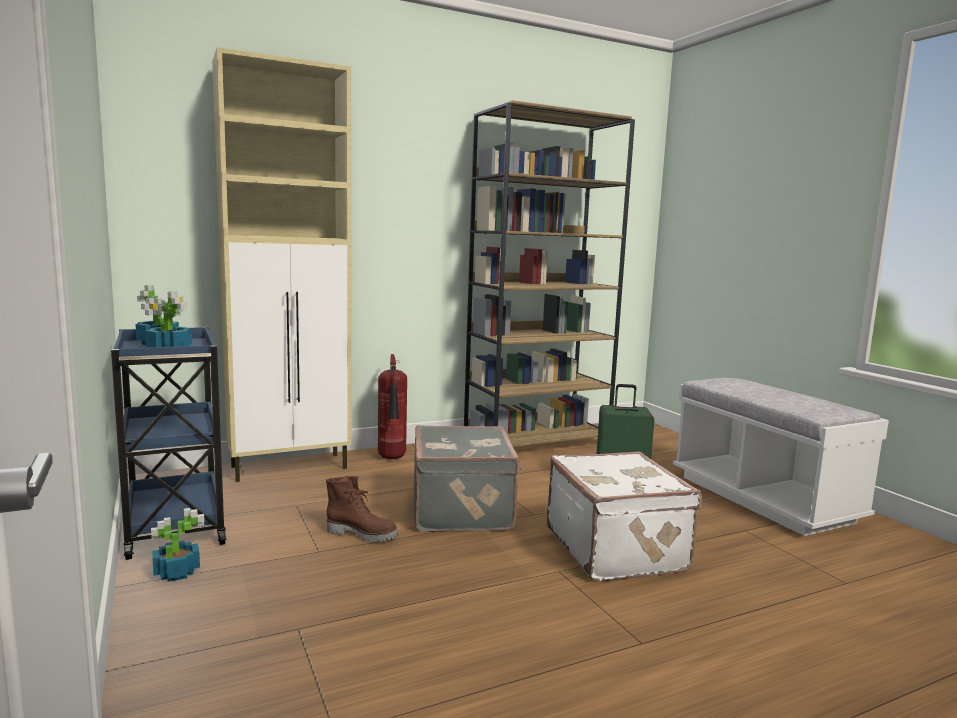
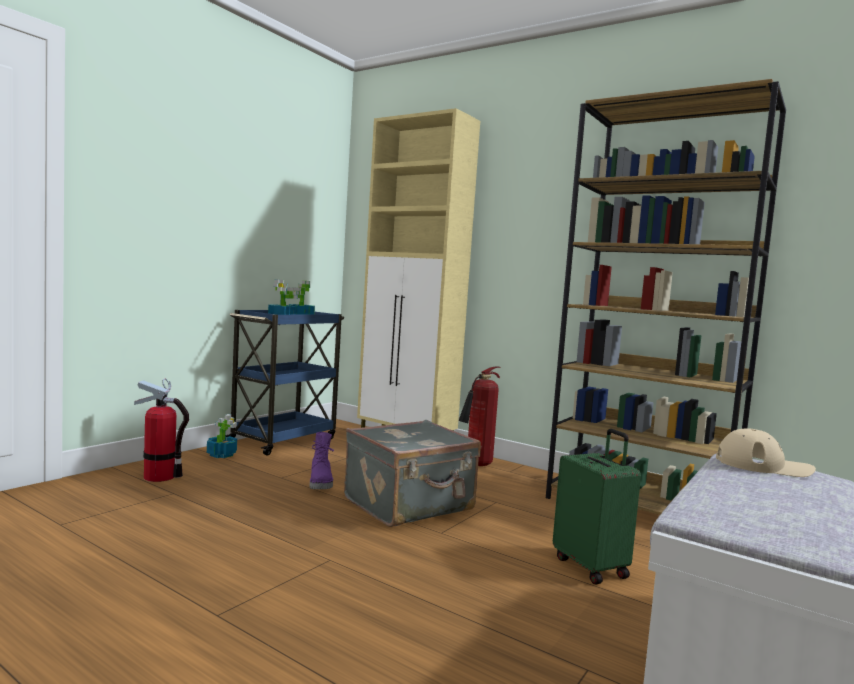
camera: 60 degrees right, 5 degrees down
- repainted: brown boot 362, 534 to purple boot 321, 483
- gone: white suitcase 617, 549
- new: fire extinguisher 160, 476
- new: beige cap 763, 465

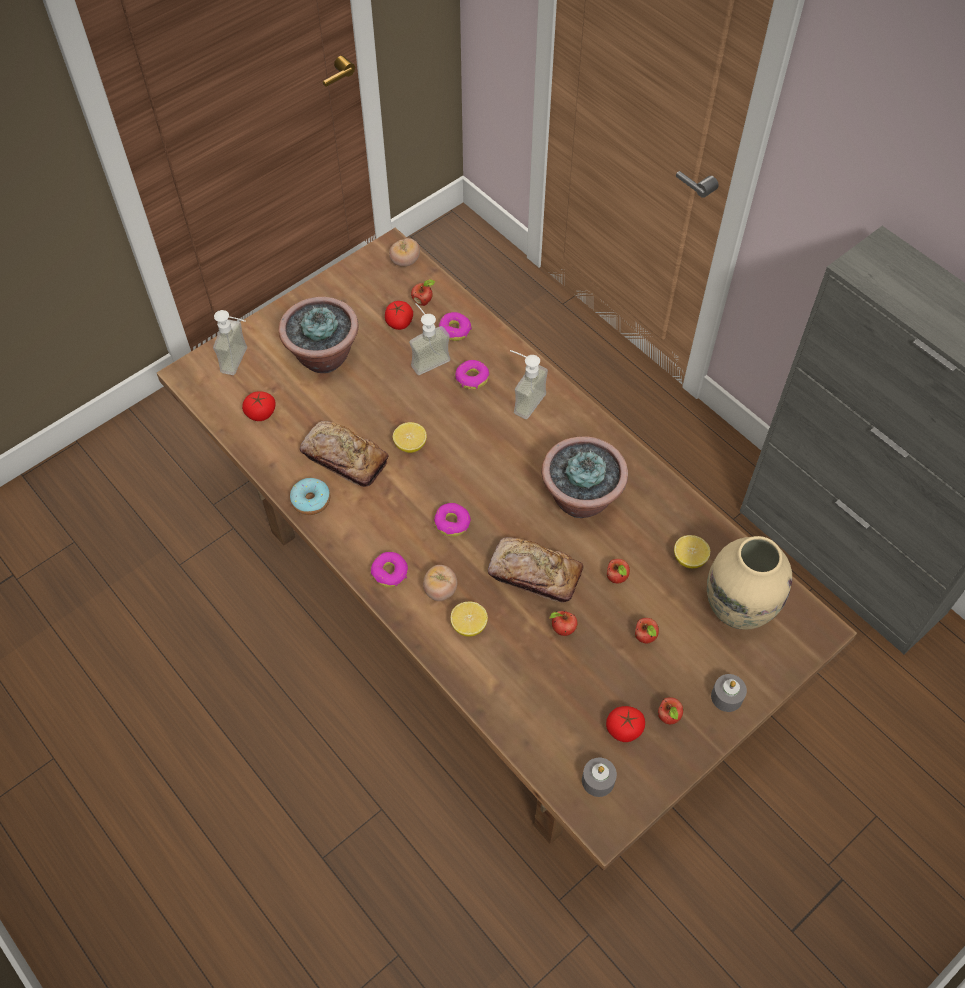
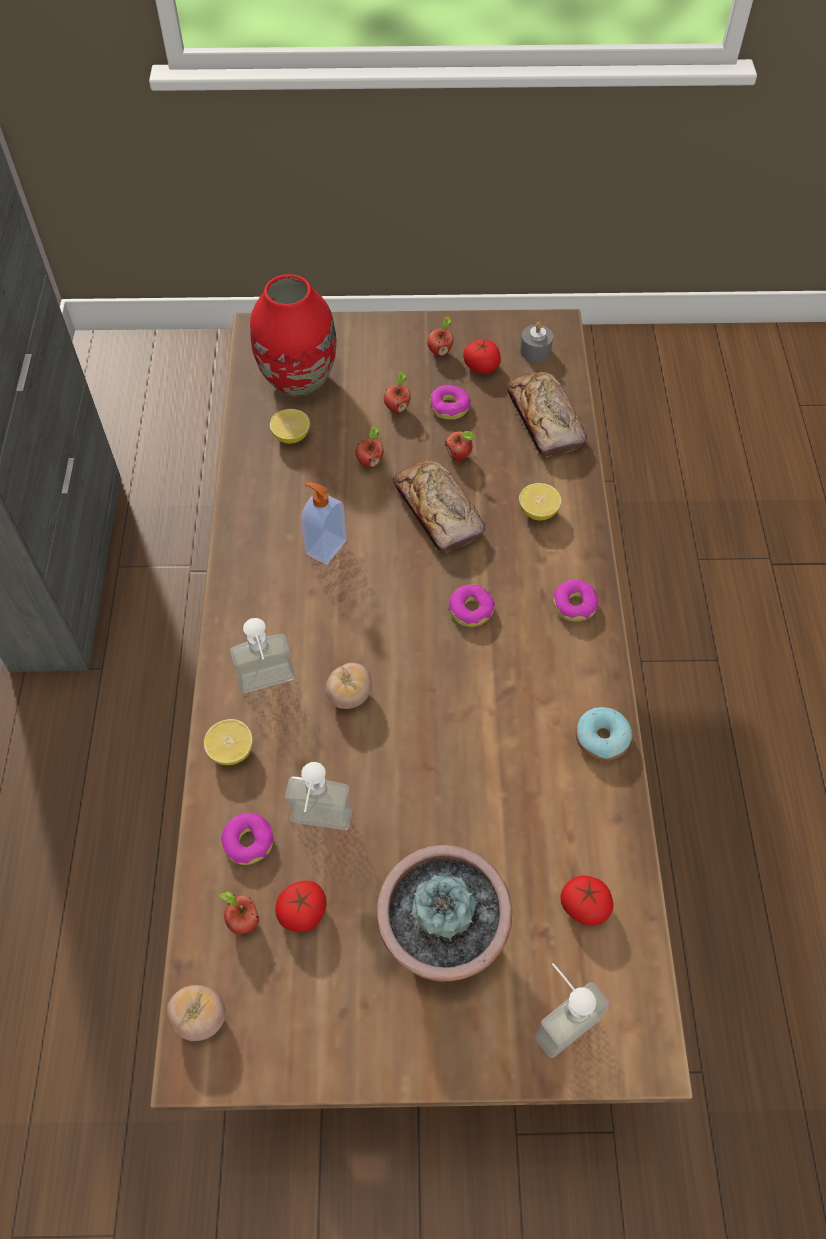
camera: 140 degrees left, 0 degrees up
- shifted: bread 344, 459 to 544, 421
- shifted: lemon 410, 445 to 231, 750
- shifted: tomato 440, 590 to 349, 695
- shifted: donut 472, 378 to 449, 407
- swapped: potted plant 580, 498 to soap dispenser 325, 547
- repainted: beige vase 737, 607 to red vase 298, 381
- gone: grey candle 726, 697

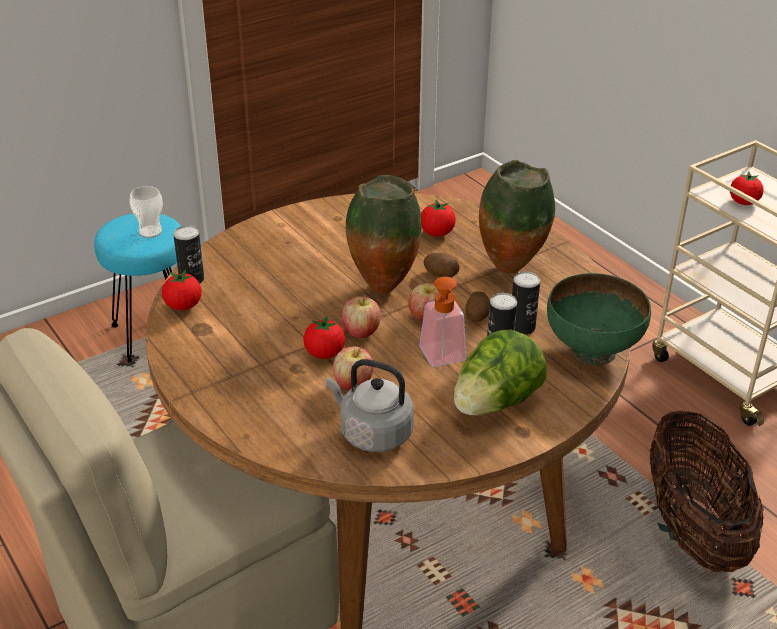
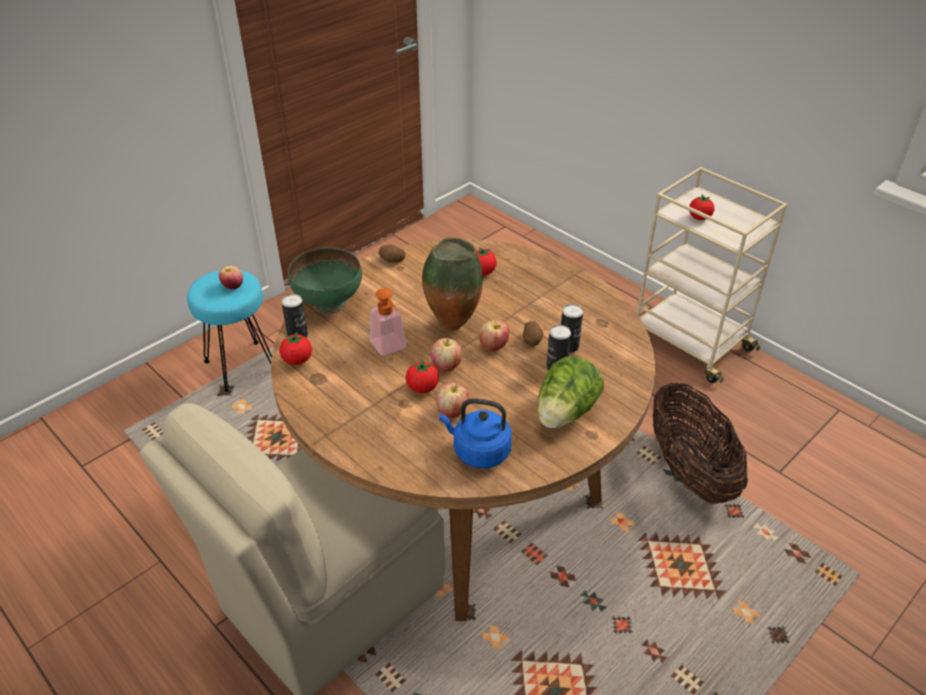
camera: 10 degrees left, 5 degrees up
- swapped: cup 150, 232 to apple 233, 286
- repainted: grey kettle 372, 433 to blue kettle 478, 451
- shifted: soap dispenser 445, 359 to 391, 348
- shifted: potato 440, 274 to 392, 260
- gone: vase 511, 268
- shifted: green bowl 592, 351 to 328, 303

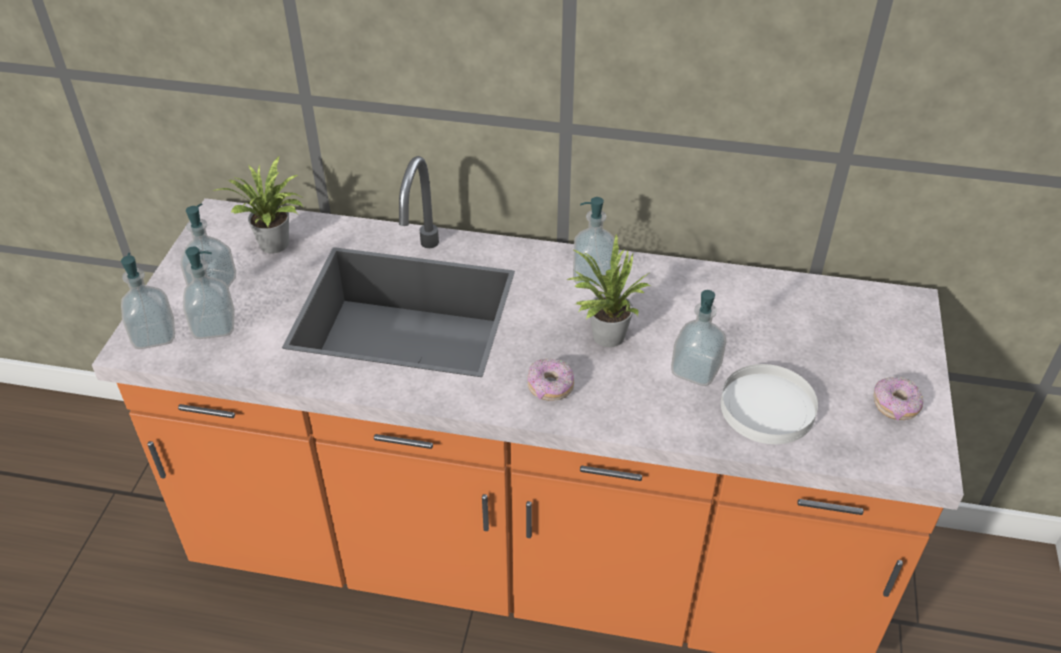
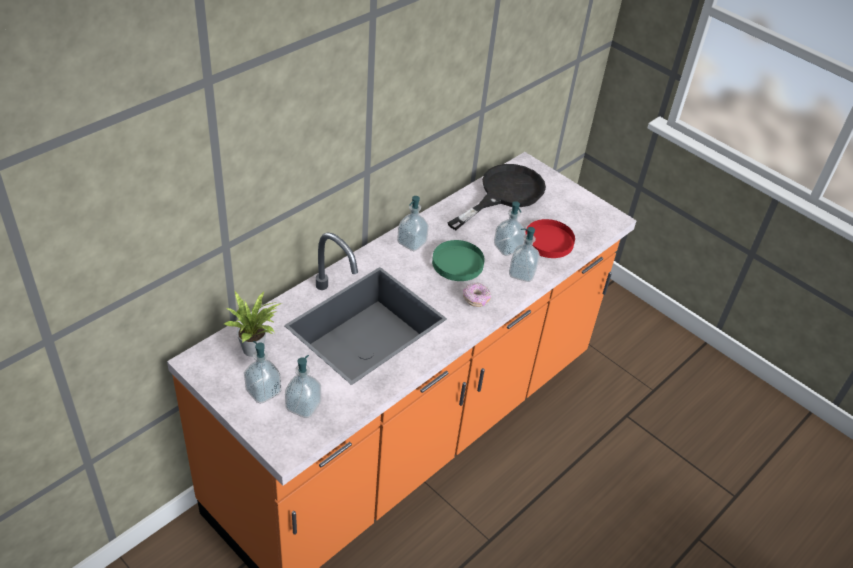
camera: 60 degrees left, 0 degrees up
- shifted: soap dispenser 154, 335 to 522, 273
- swapped: potted plant 604, 336 to green plate 458, 263
- repainted: white plate 768, 407 to red plate 549, 241
- gone: donut 895, 406
- new: black frying pan 504, 194

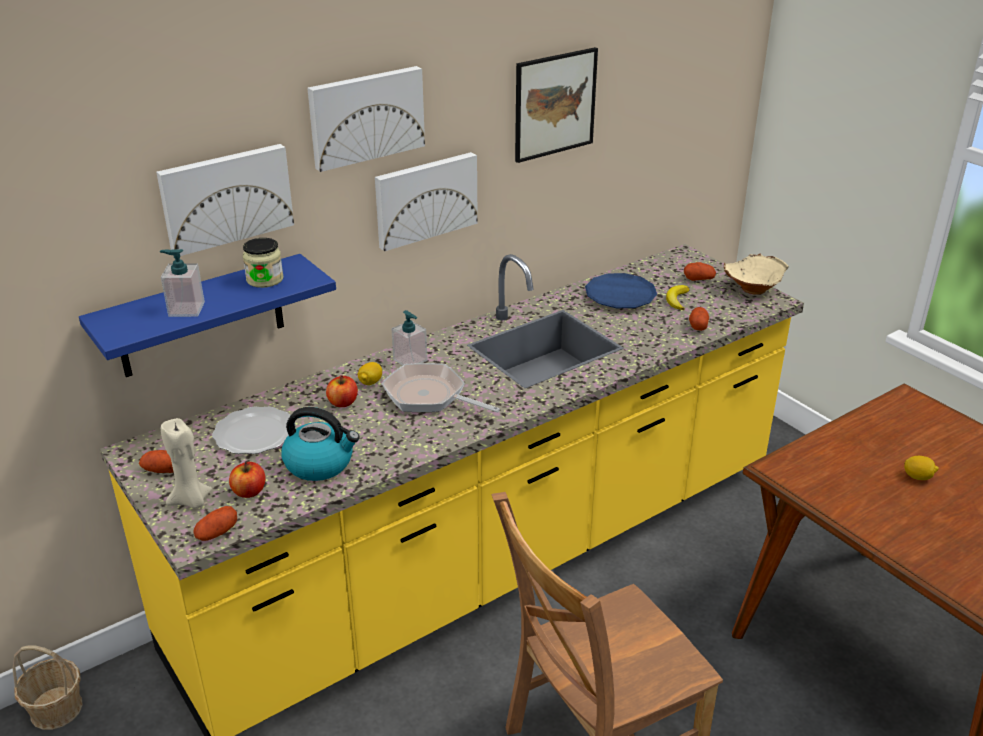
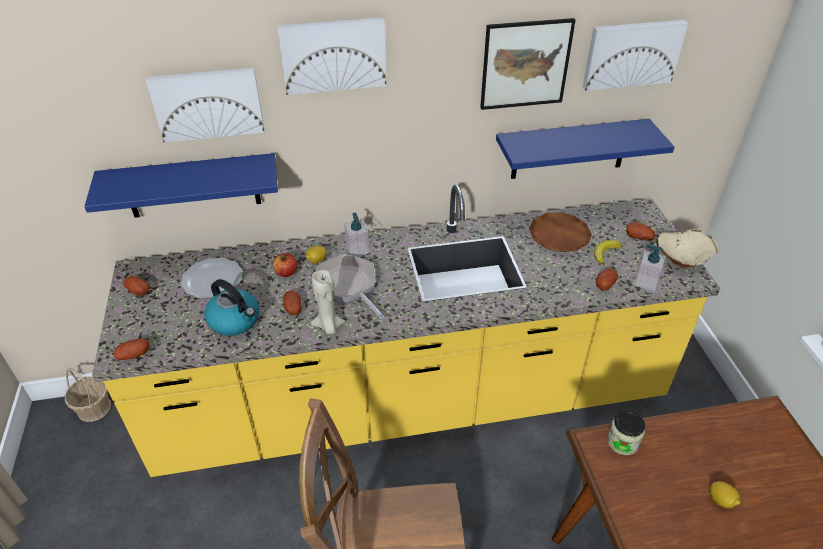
camera: 25 degrees right, 10 degrees up
- shifted: soap dispenser 186, 309 to 646, 282
- shifted: beige candle 191, 501 to 328, 326
- gone: apple 249, 491
- shifted: jar 265, 279 to 622, 442
- shifted: picture 425, 199 to 631, 53
- repainted: blue plate 620, 296 to brown plate 559, 236
- new: potato 293, 308
- new: blue shelf 569, 149

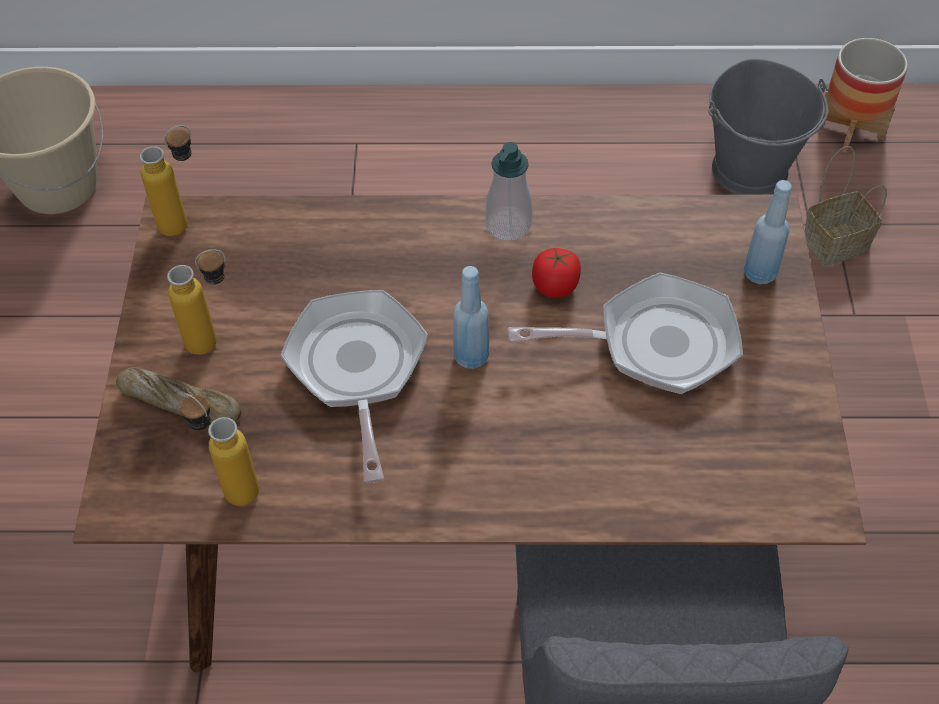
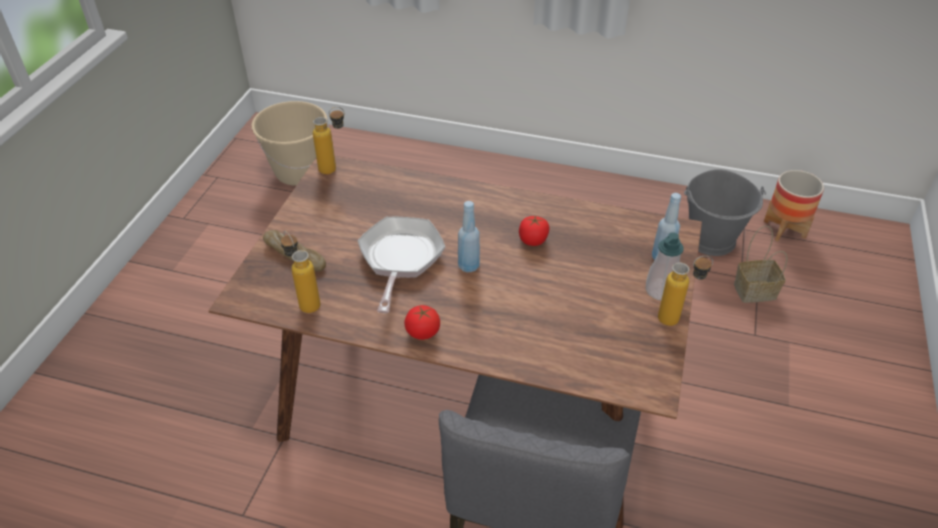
camera: 15 degrees right, 10 degrees down
- shifted: bottle 214, 340 to 677, 318
- shifted: soap dispenser 508, 225 to 660, 290
- gone: frying pan 654, 343
- new: tomato 422, 332

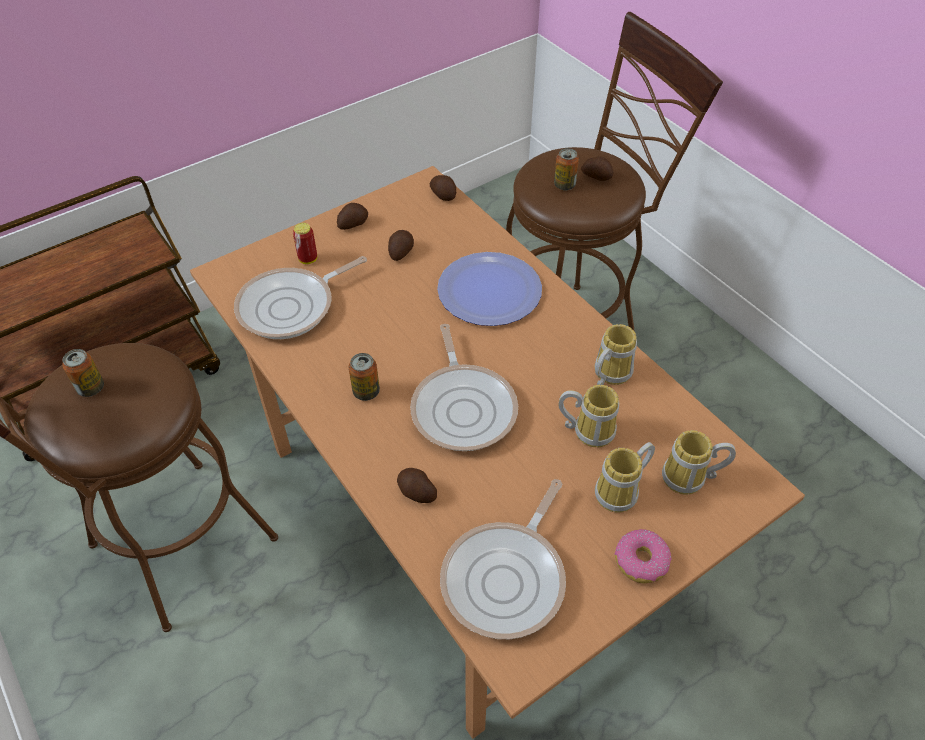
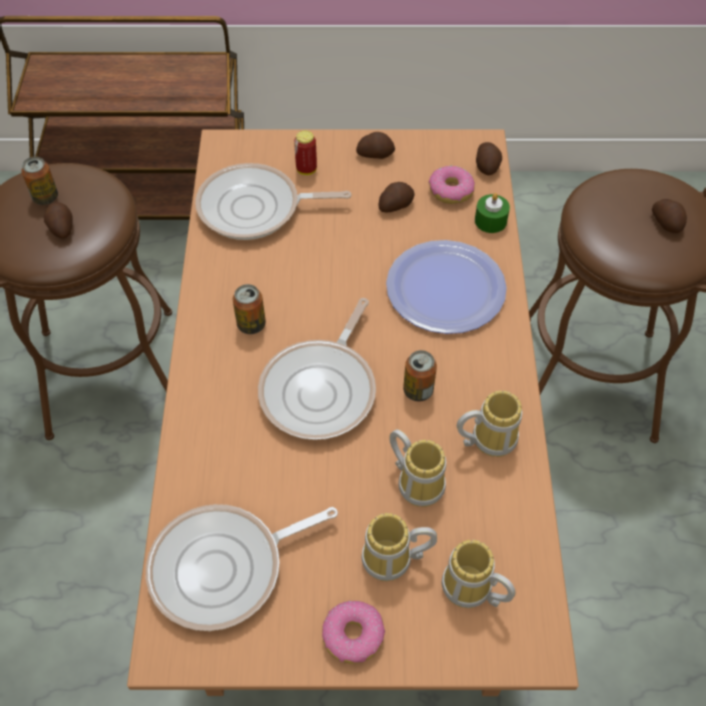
camera: 35 degrees right, 5 degrees up
- shifted: potato 416, 492 to 61, 227
- shifted: can 564, 185 to 418, 390
- new: donut 450, 191
- new: green candle 490, 221

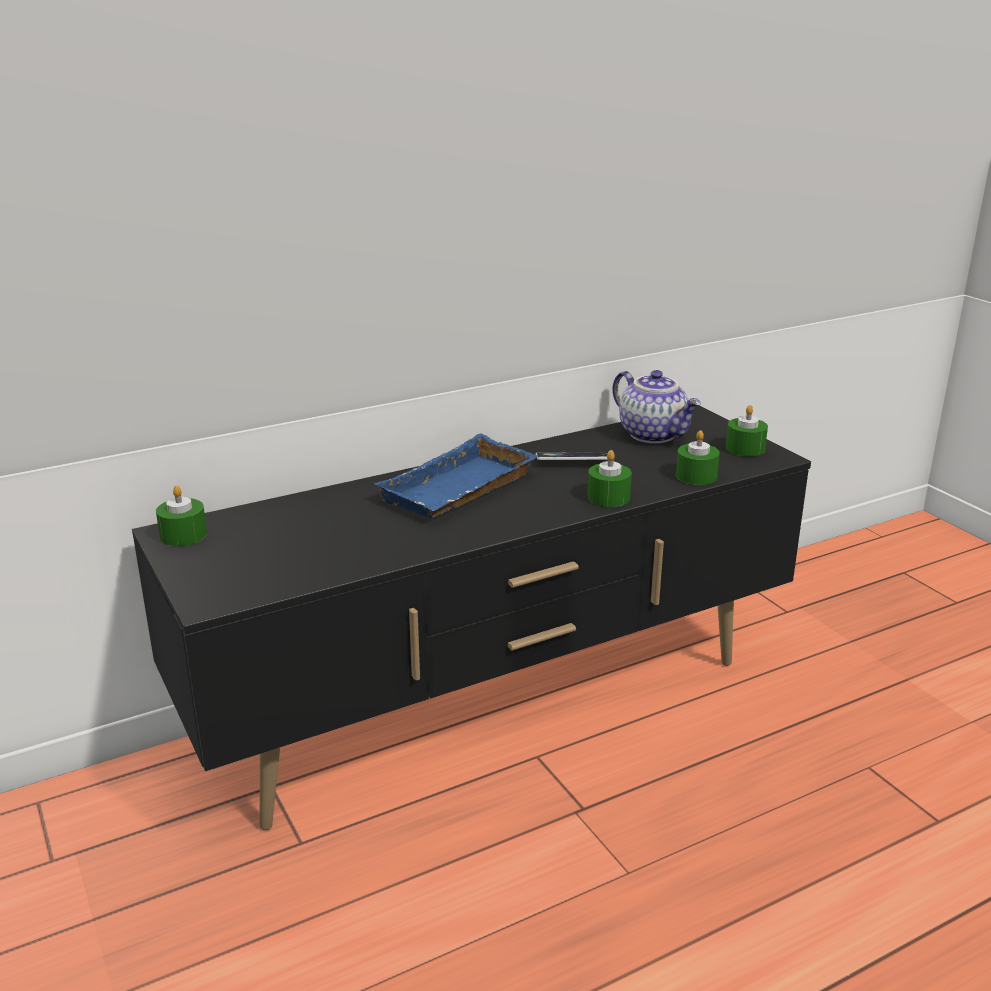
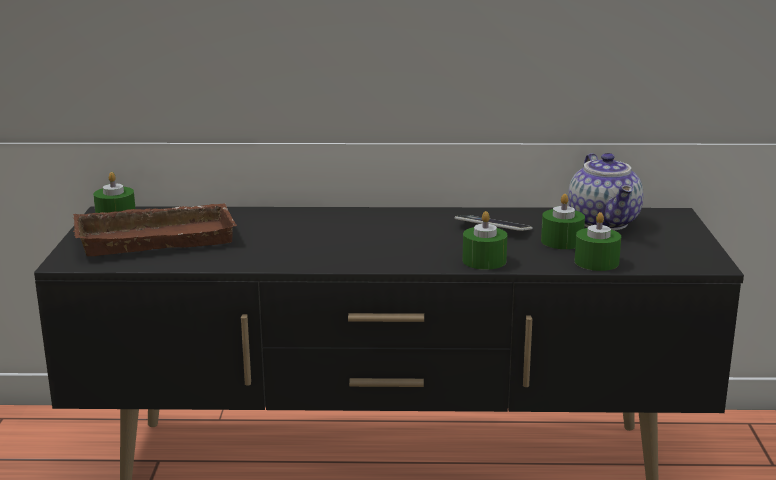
camera: 30 degrees right, 5 degrees down
- gone: blue tray 460, 490
- shifted: green candle 745, 448 to 562, 241
- new: brown tray 157, 237

